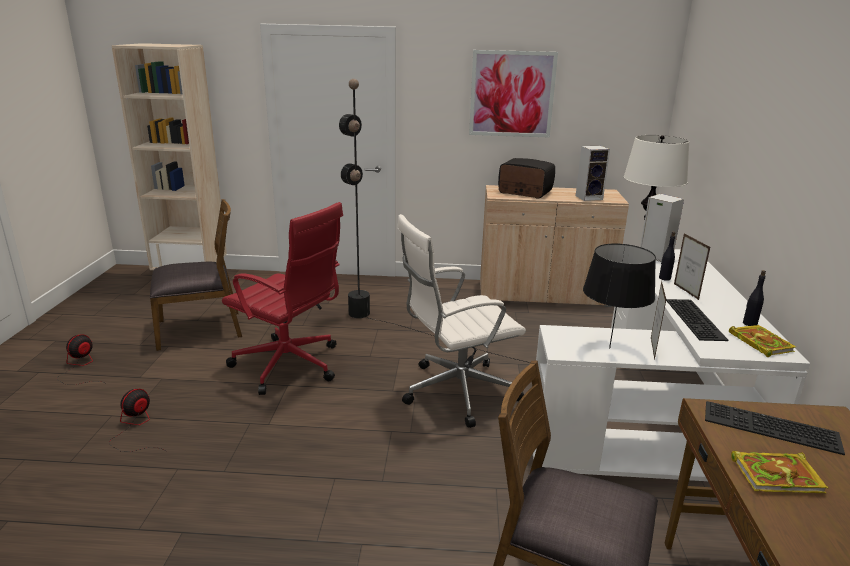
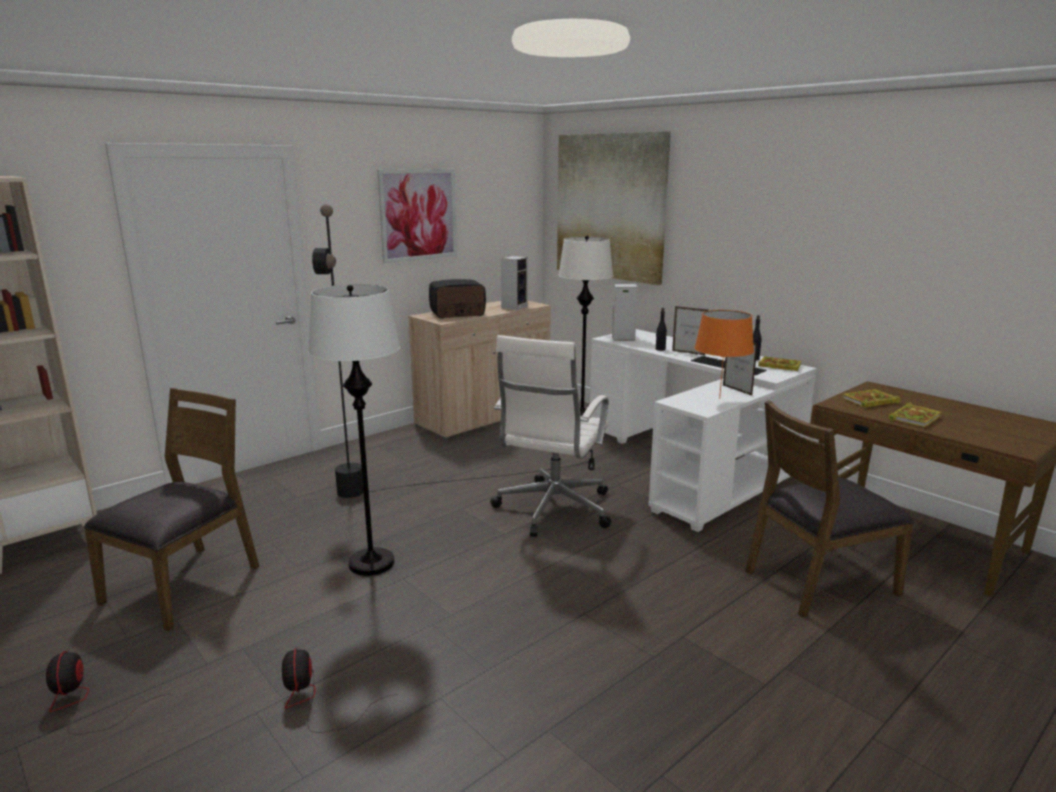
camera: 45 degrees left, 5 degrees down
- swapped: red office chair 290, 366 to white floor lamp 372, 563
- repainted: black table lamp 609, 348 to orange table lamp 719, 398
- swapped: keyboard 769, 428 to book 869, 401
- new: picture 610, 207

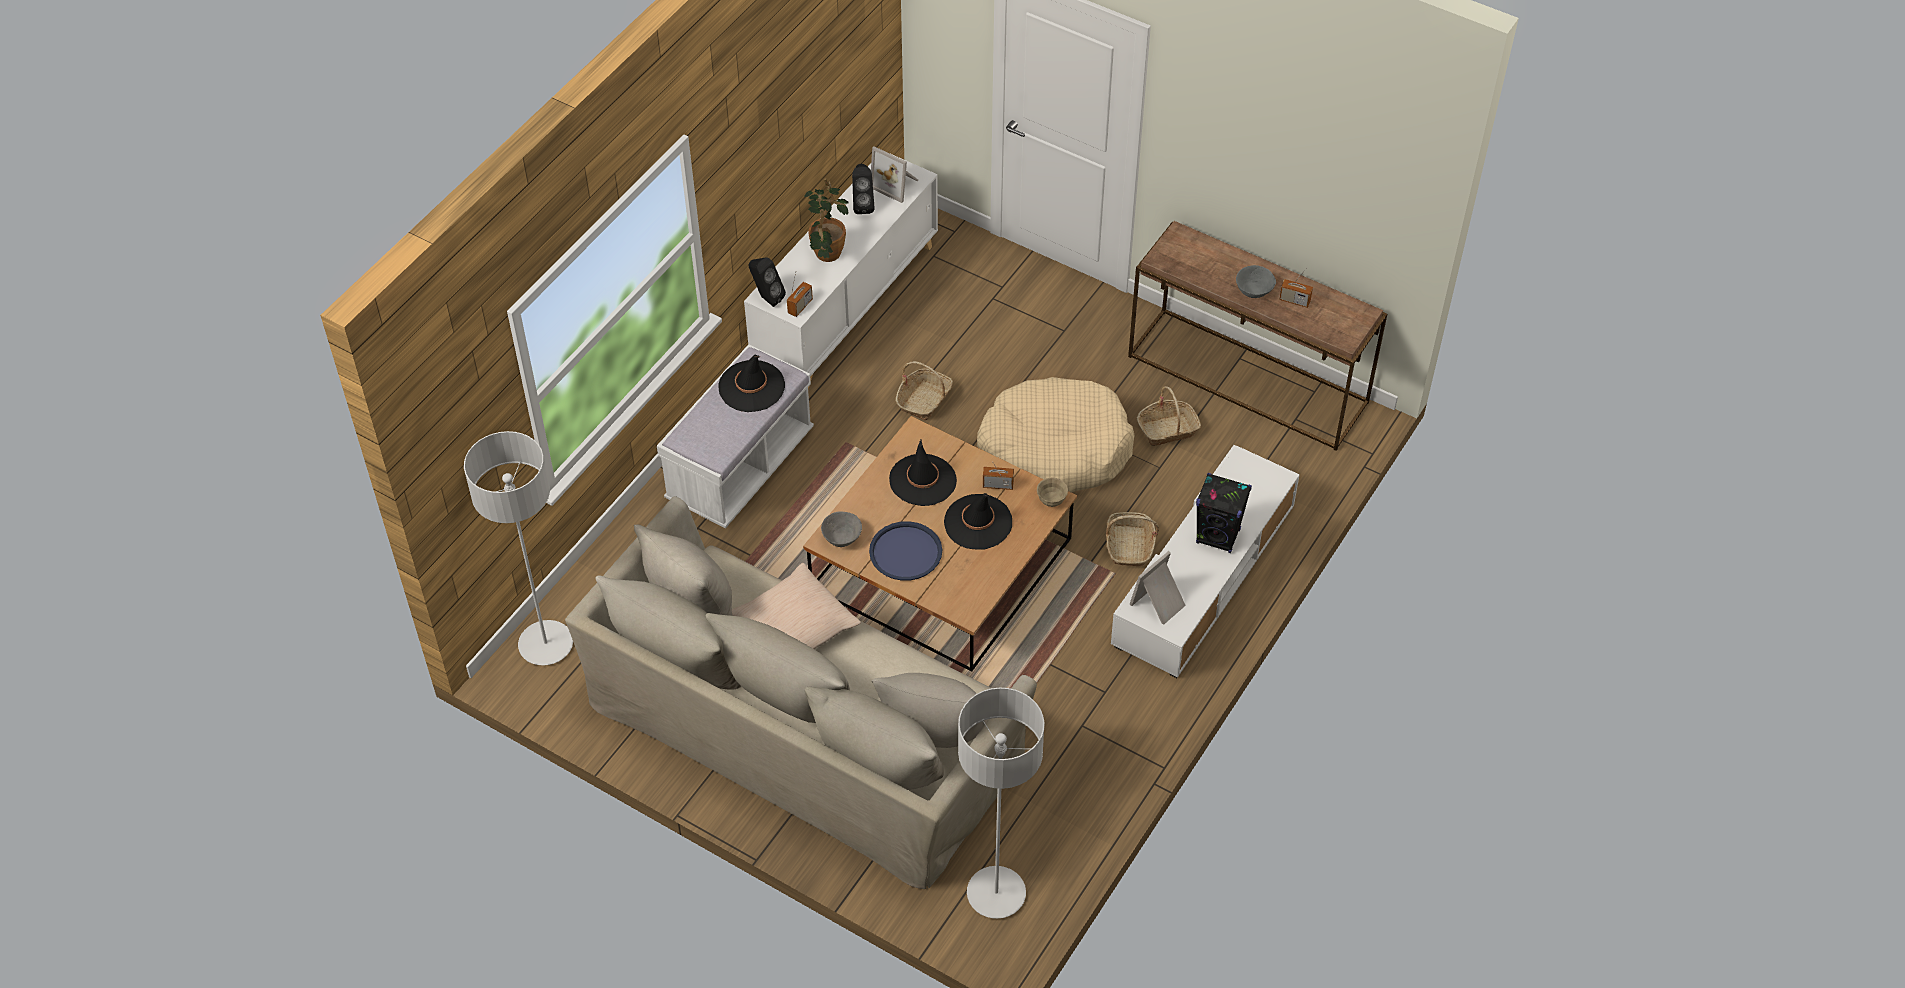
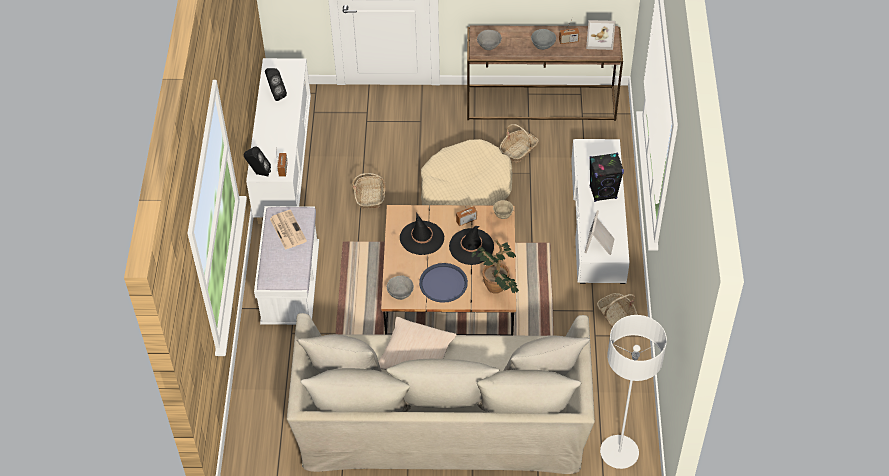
camera: 30 degrees left, 0 degrees up
- gone: grey floor lamp 546, 644
- swapped: black hat 751, 387 to newspaper 287, 229
- shifted: potted plant 826, 257 to 496, 290
- shifted: picture frame 896, 184 to 599, 40
- shifted: basket 1129, 546 to 617, 317
- new: grey bowl 488, 45

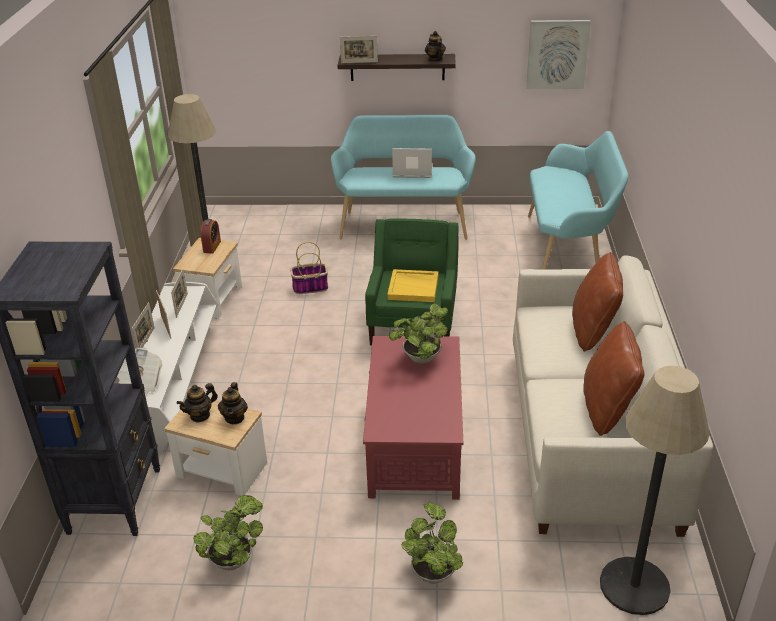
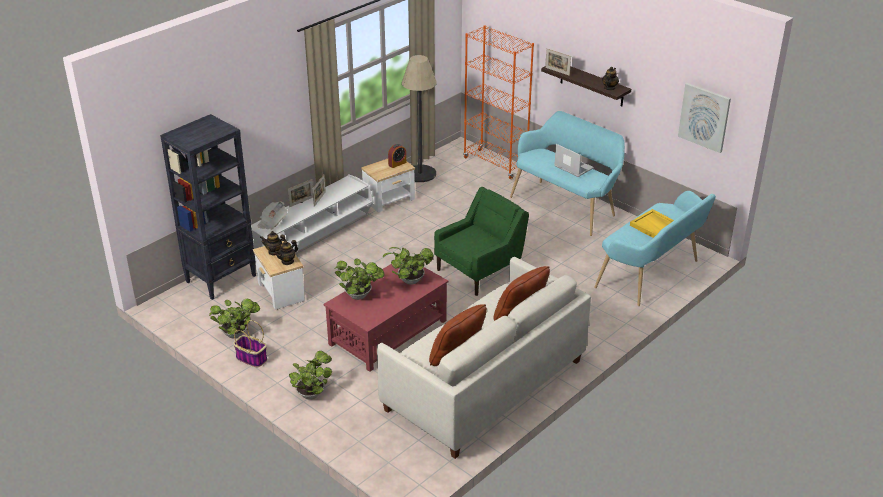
camera: 40 degrees right, 0 degrees up
- gone: picture frame 181, 305
- shifted: basket 310, 288 to 251, 358
- shifted: yellow tray 413, 287 to 654, 226
- gone: floor lamp 634, 586
- new: potted plant 360, 296
- new: orange bookcase 495, 164

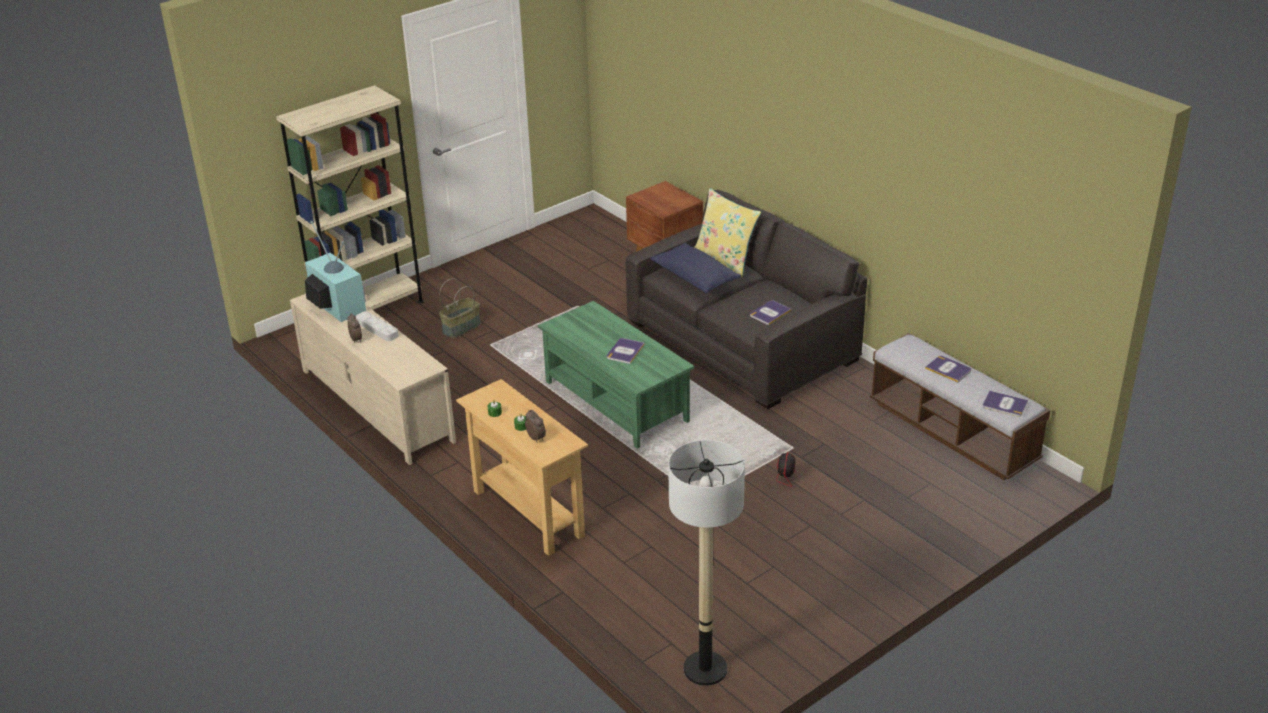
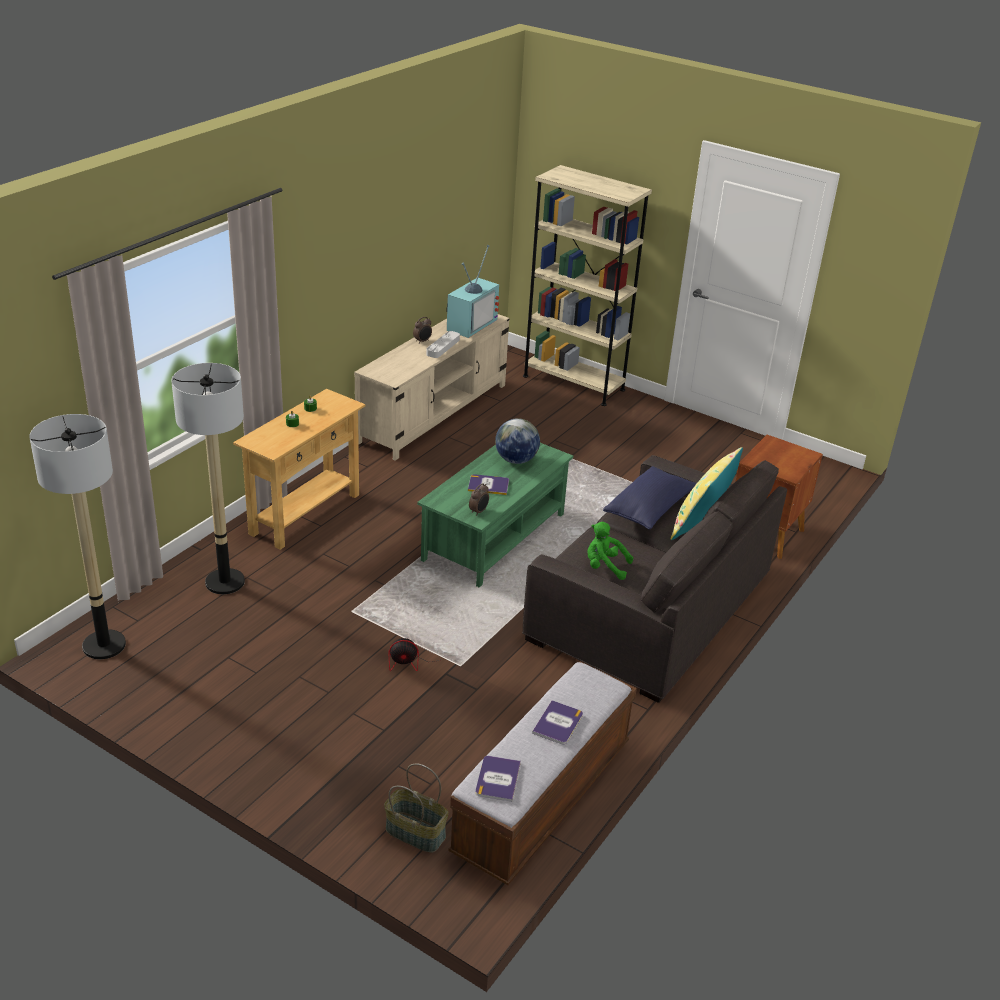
camera: 70 degrees right, 0 degrees up
- shifted: basket 461, 327 to 416, 832
- shifted: alarm clock 536, 438 to 479, 511
- swapped: book 770, 313 to green plush toy 605, 567
- new: floor lamp 224, 582
- new: globe 516, 460

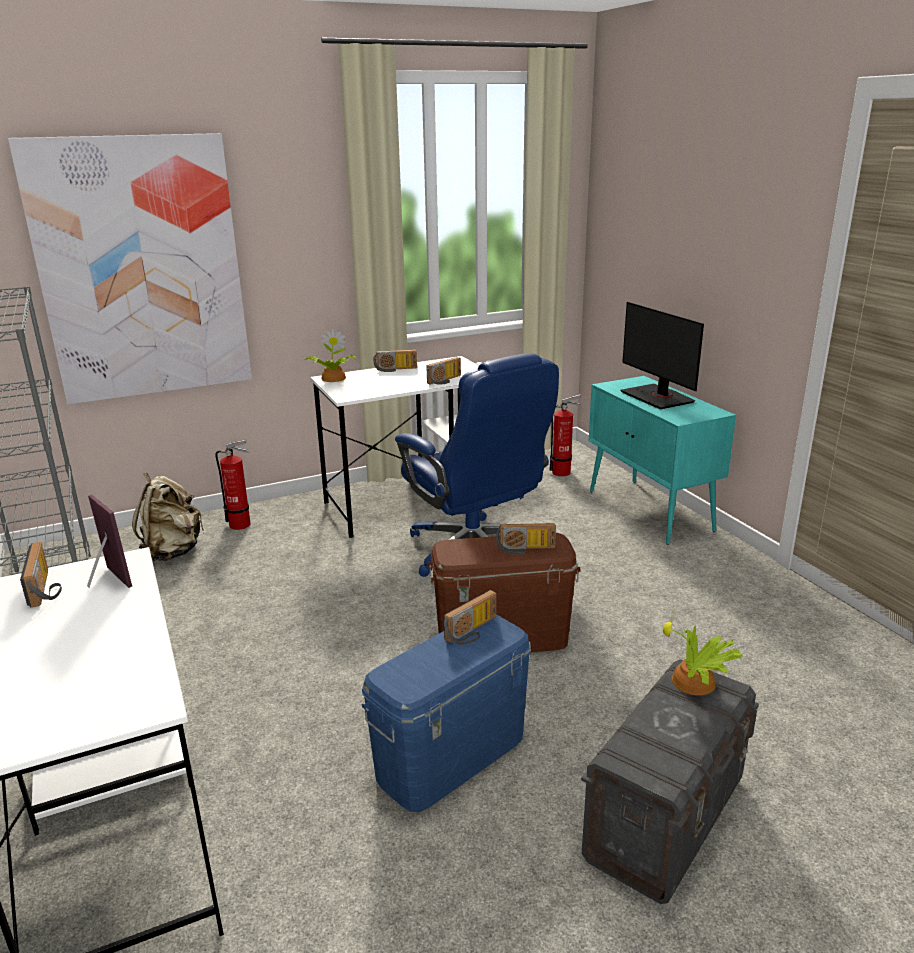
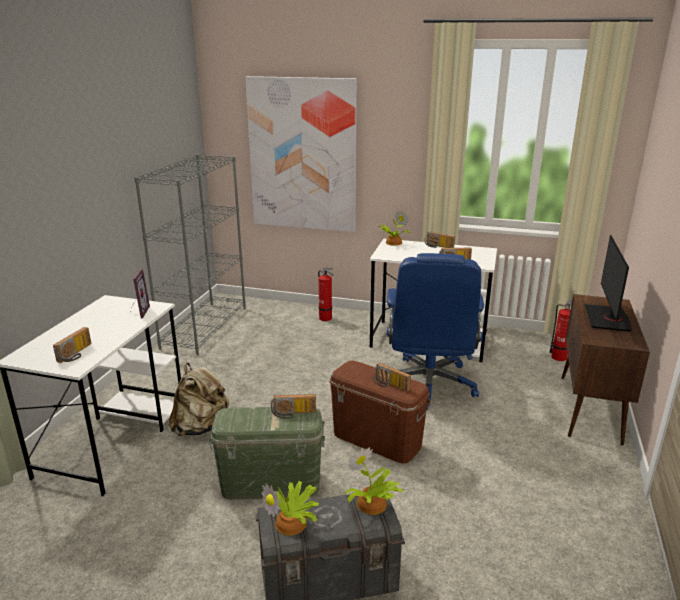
camera: 40 degrees right, 0 degrees up
- shifted: radio 47, 588 to 76, 354
- shifted: beige backpack 172, 552 to 201, 427
- repainted: blue storage box 451, 755 to green storage box 271, 482
- repainted: turquoise cabinet 650, 511 to brown cabinet 590, 409
- new: potted plant 293, 523

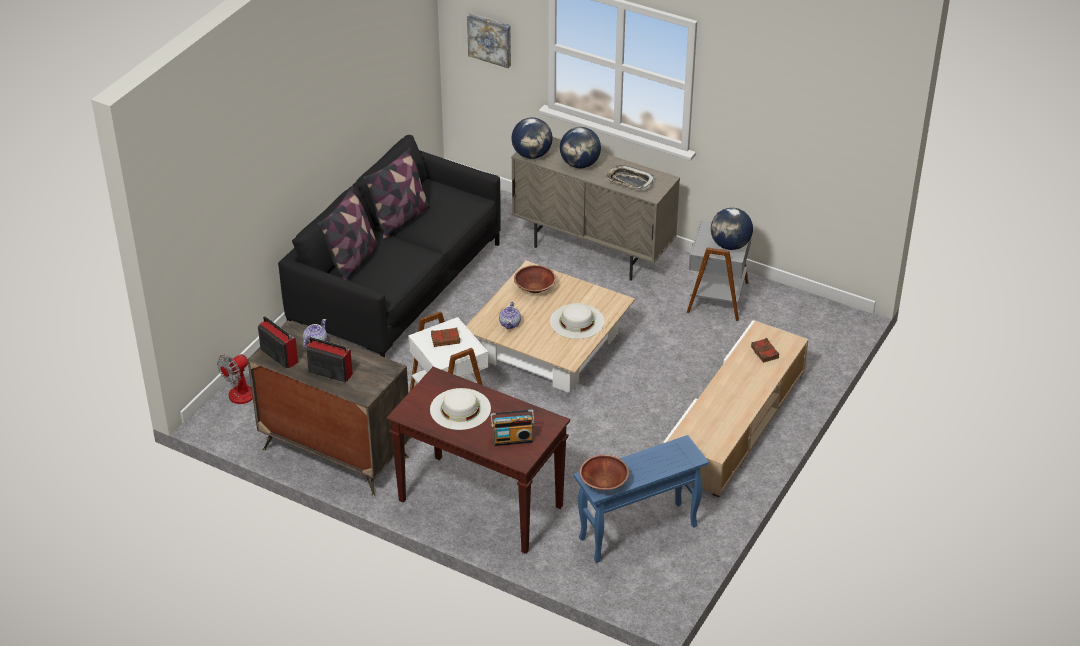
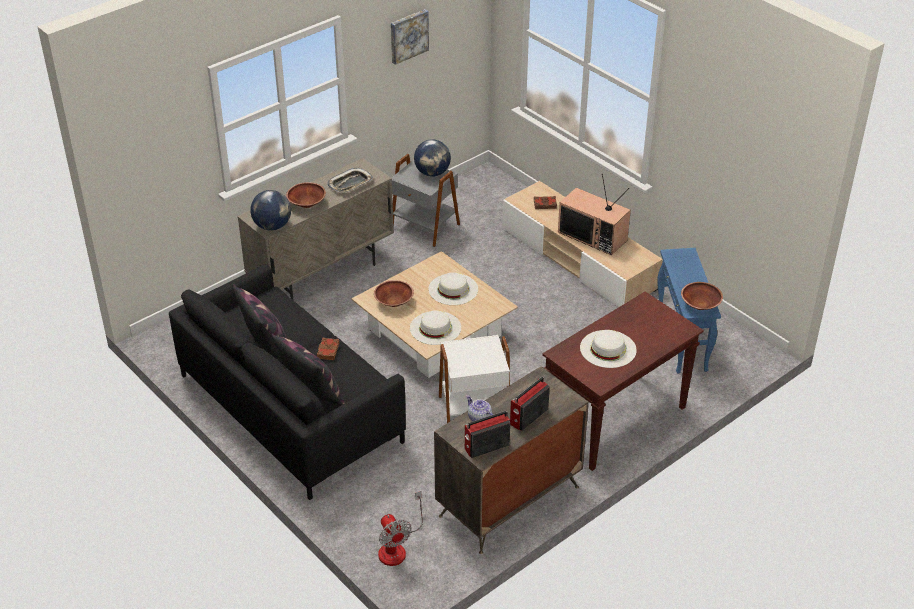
camera: 70 degrees left, 0 degrees up
- shifted: brown book 445, 339 to 327, 351
- shifted: picture 490, 39 to 408, 35
- gone: radio 512, 439
- swapped: teapot 510, 324 to white hat 435, 328
- swapped: globe 580, 164 to brown bowl 307, 203
- new: television 594, 236

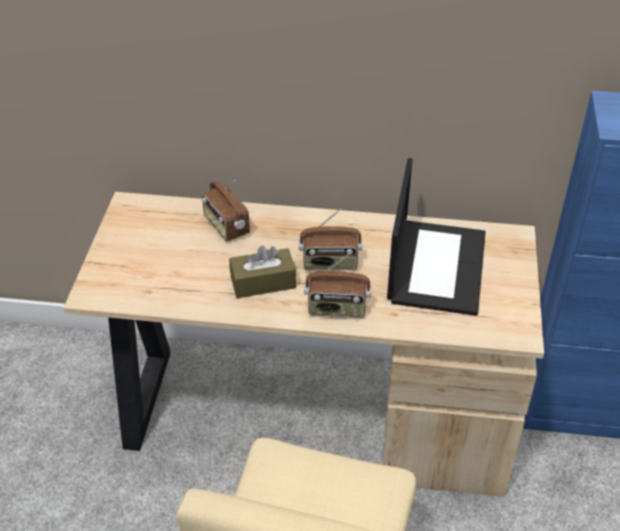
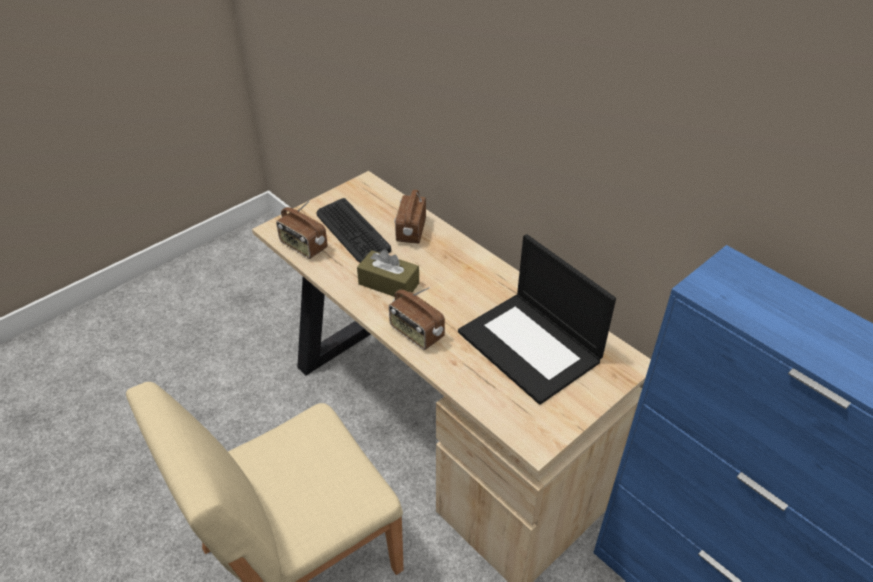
camera: 40 degrees right, 0 degrees up
- shifted: radio 330, 264 to 303, 247
- rotated: laptop 436, 266 = 531, 346 90 degrees clockwise
- new: keyboard 352, 231

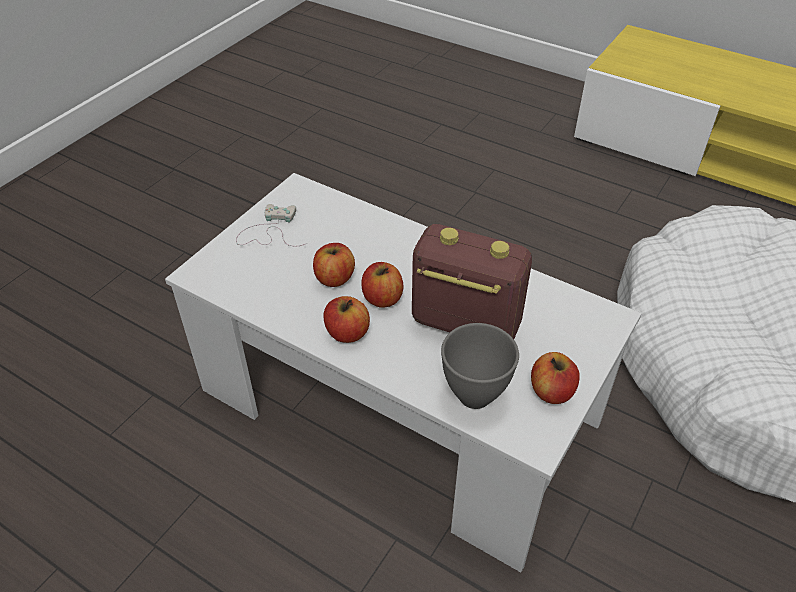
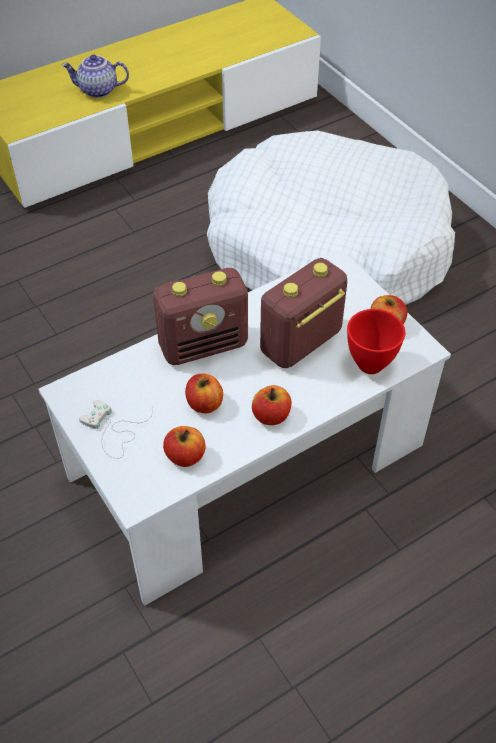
camera: 65 degrees left, 5 degrees up
- shifted: apple 382, 298 to 185, 456
- repainted: grey bowl 476, 394 to red bowl 370, 363
- new: teapot 98, 91
- new: radio 204, 345

